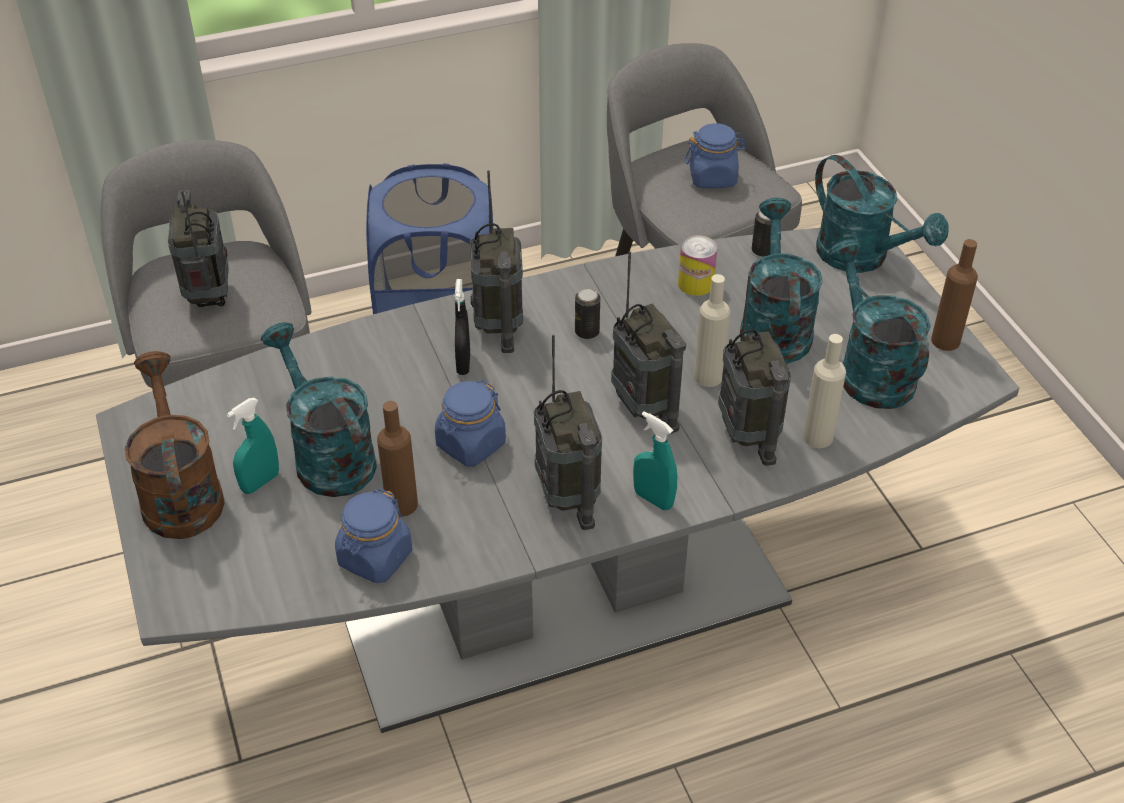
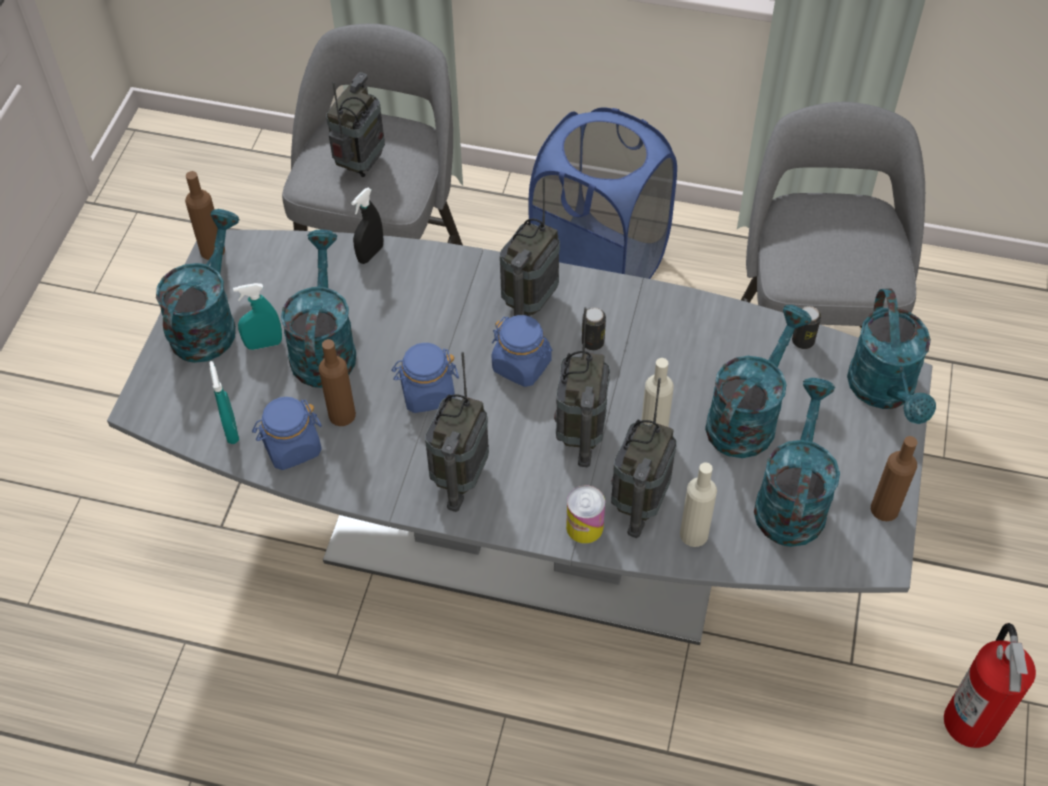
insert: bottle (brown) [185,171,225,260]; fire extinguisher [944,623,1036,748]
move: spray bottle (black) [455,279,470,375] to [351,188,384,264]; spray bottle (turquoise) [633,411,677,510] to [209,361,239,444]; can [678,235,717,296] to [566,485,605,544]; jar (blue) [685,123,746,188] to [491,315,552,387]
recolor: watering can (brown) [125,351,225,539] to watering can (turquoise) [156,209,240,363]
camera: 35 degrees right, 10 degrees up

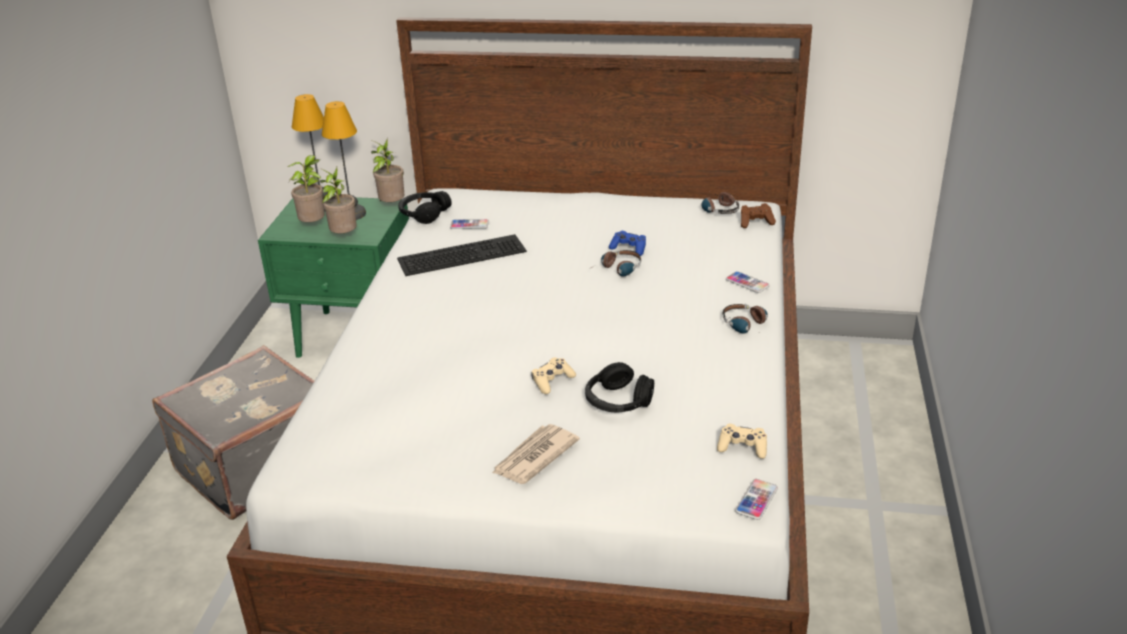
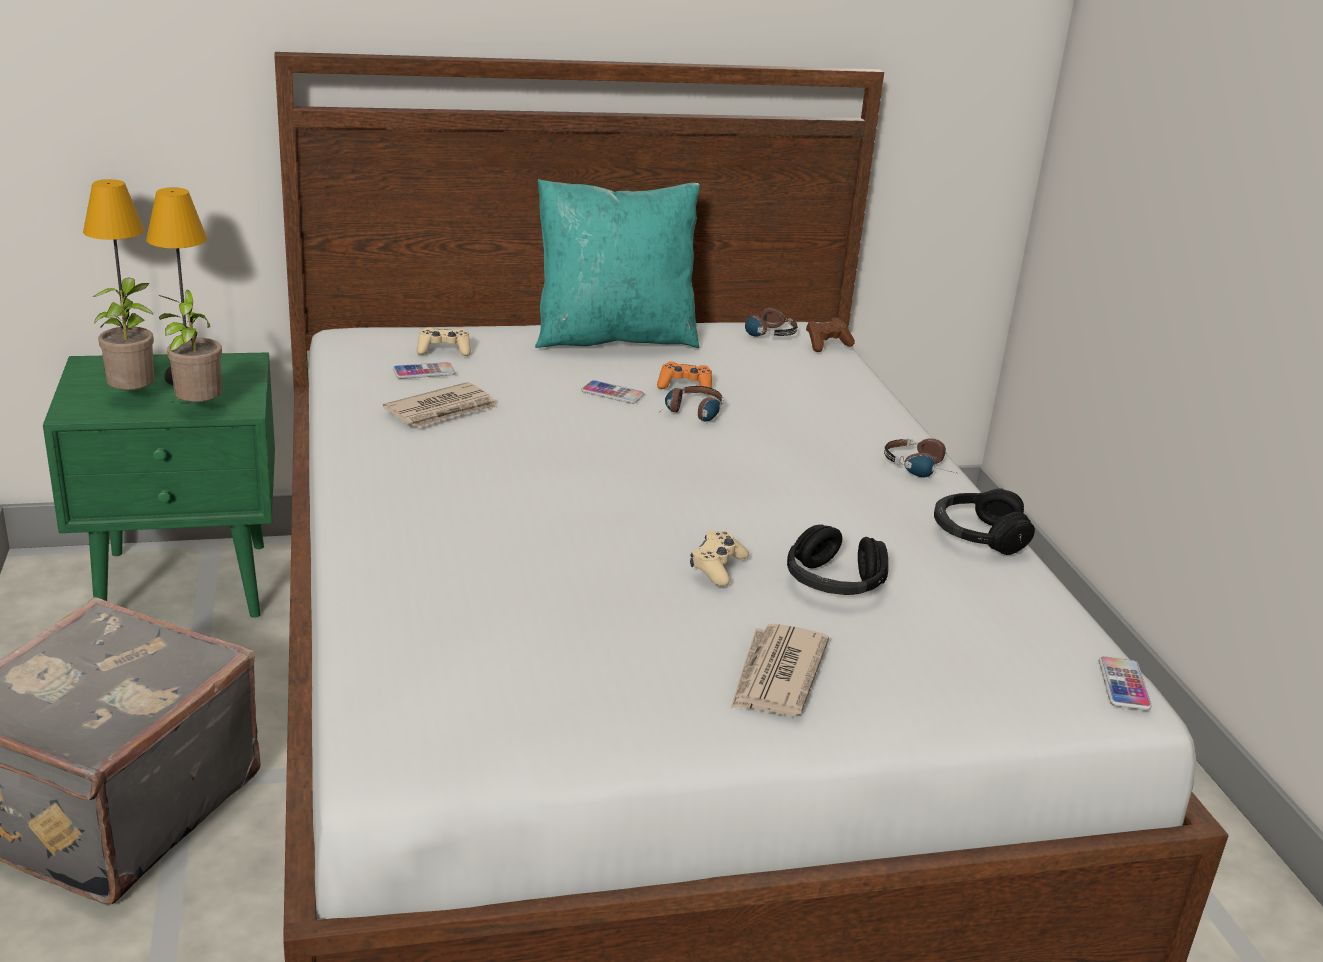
delete: potted plant [371,138,404,202]
insert: pillow (turquoise) [535,179,700,348]
move: headphones (black) [398,191,452,224] to [934,488,1035,555]; game controller (beige) [717,424,767,459] to [417,328,471,356]; phone [726,271,770,293] to [581,380,644,404]
replace: keyboard [397,234,527,276] to newspaper [383,382,498,428]
recolor: game controller (blue) [609,231,646,256] to game controller (orange) [657,361,712,389]
camera: 25 degrees left, 5 degrees down

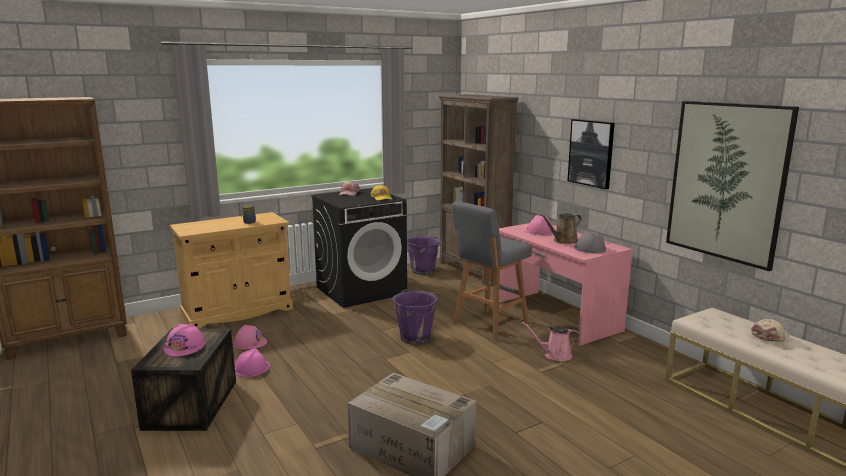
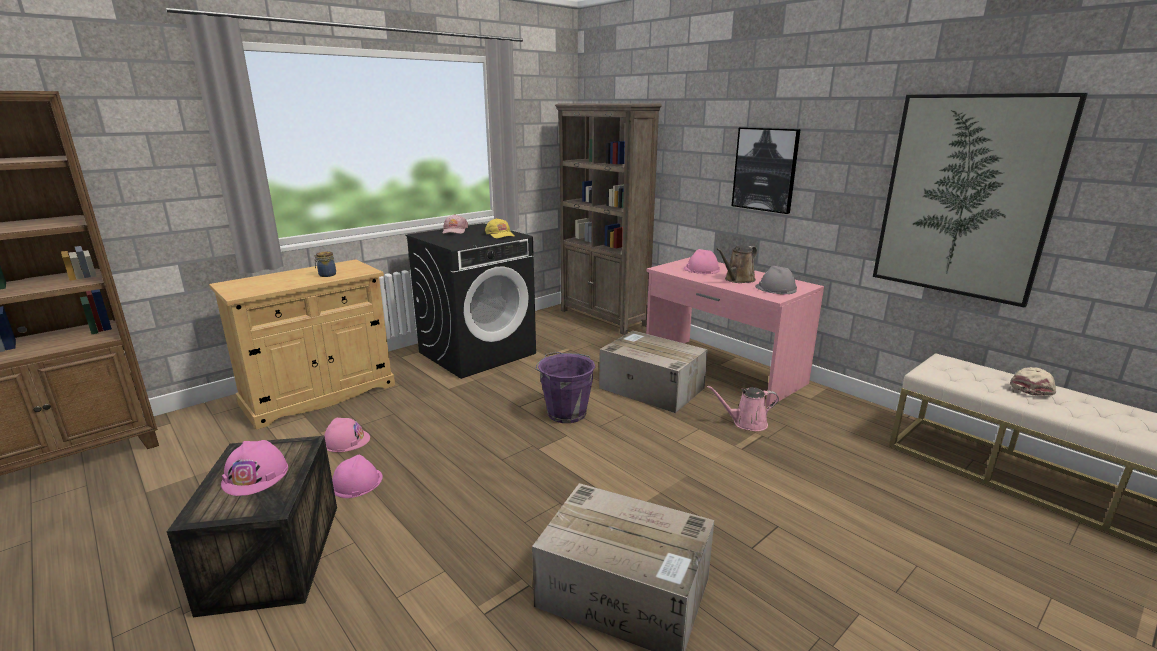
delete: bucket (purple) [407,236,441,275]
replace: stool (grey) [452,202,532,340] to cardboard box [599,331,708,413]
camera: 10 degrees left, 5 degrees up

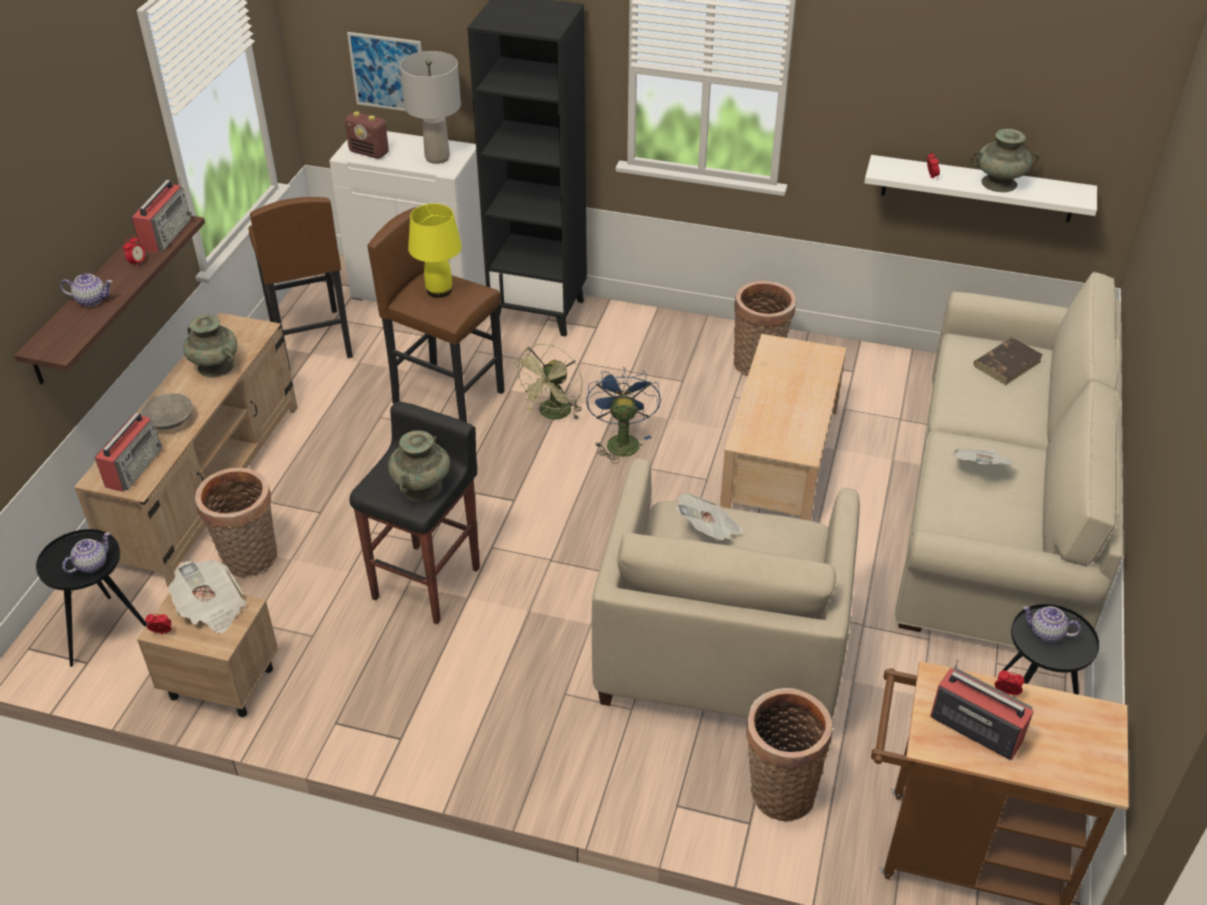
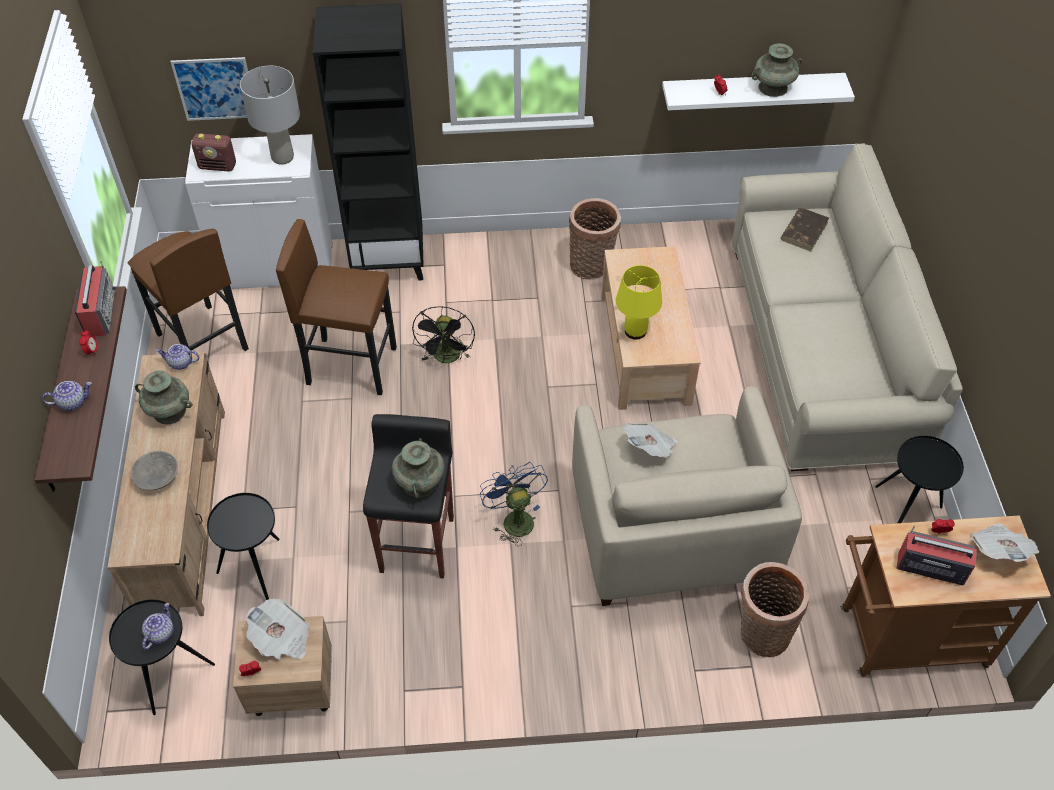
delete: radio [95,411,162,492]
move: table lamp (yellow) [408,204,462,298] to [616,265,662,340]; fan (blue) [586,367,661,464] to [480,462,548,546]; newspaper [952,448,1015,465] to [971,523,1039,562]; teapot [1023,606,1081,642] to [156,344,199,370]
replace: basket [195,467,277,577] to side table (black) [207,493,279,600]
recolor: fan (green) [513,343,583,420] to fan (black) [412,306,475,363]
camera: 20 degrees left, 10 degrees up

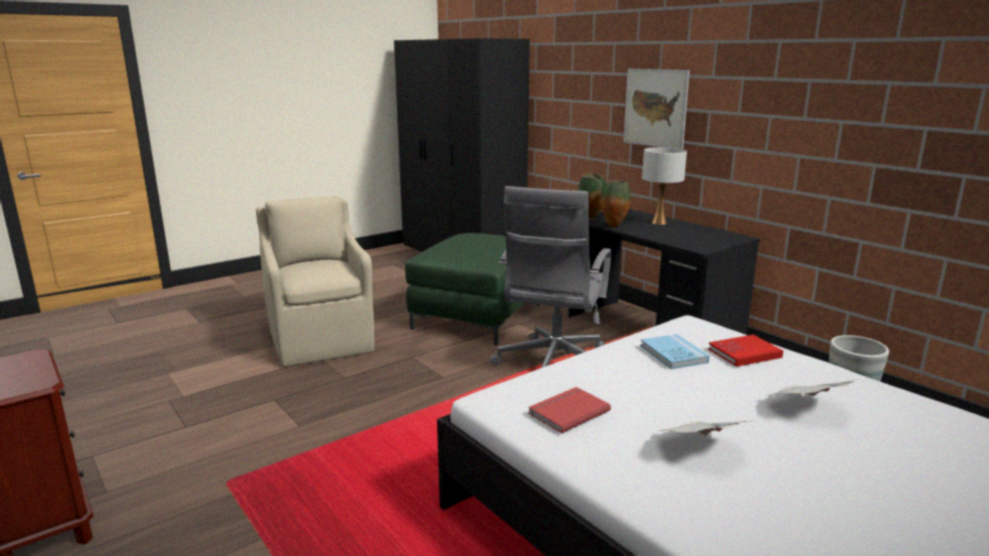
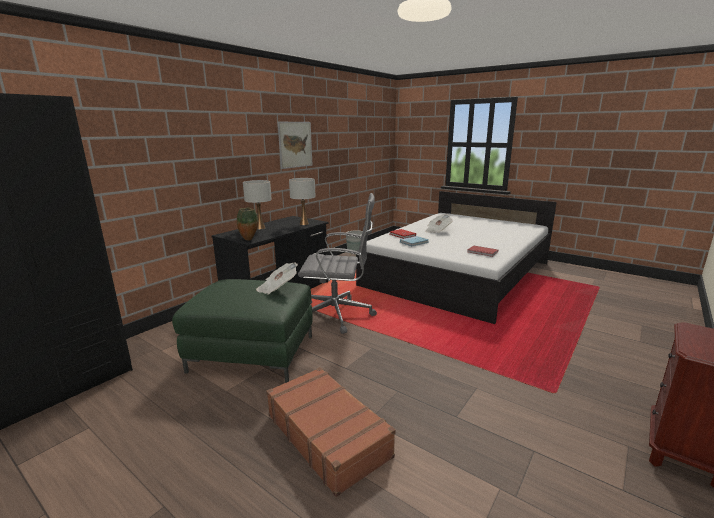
delete: vase [600,180,631,228]
insert: table lamp (white) [289,178,316,225]
move: picture [623,69,690,149] to [278,122,313,169]; newspaper [655,421,747,435] to [256,263,298,295]
replace: armchair (beige) [256,196,374,367] to suitcase (brown) [266,367,396,497]
camera: 105 degrees left, 0 degrees up

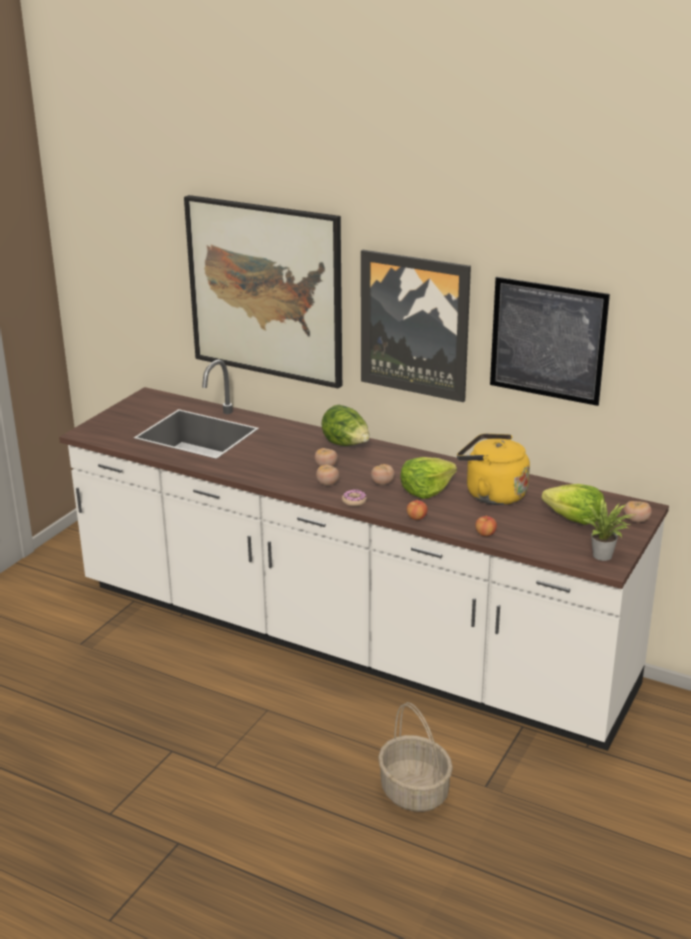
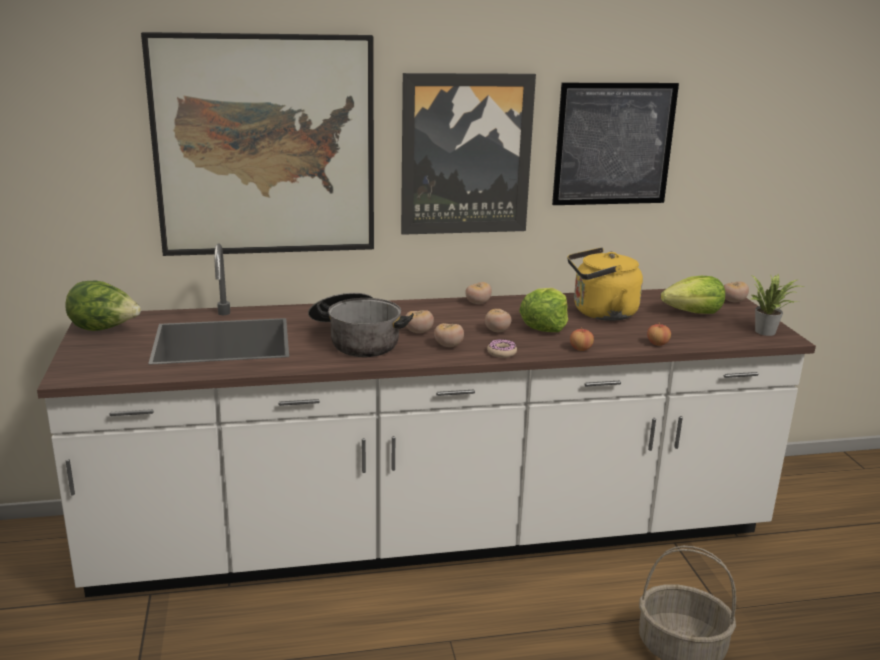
insert: cooking pot [308,293,414,357]; tomato [465,282,492,304]
move: lettuce [321,405,370,446] to [65,281,141,331]
camera: 40 degrees left, 5 degrees down

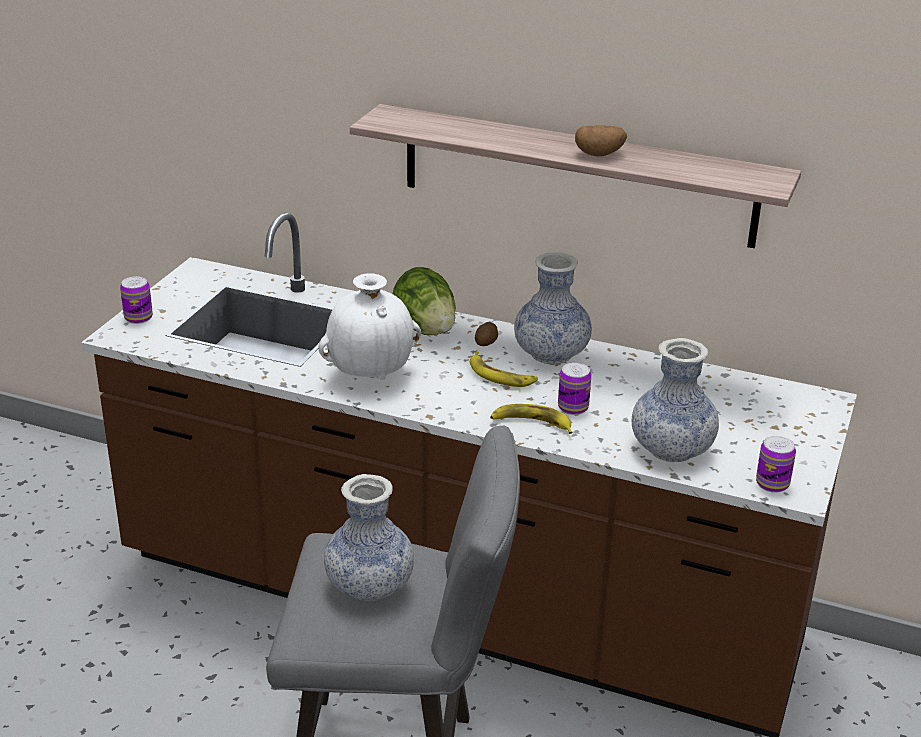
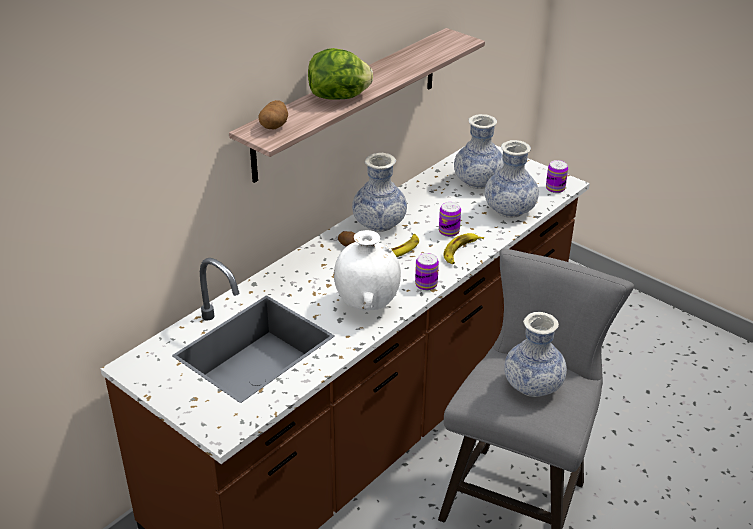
insert: vase [454,114,504,189]
move: can [120,276,153,324] to [415,253,439,291]; lettuce [393,267,456,335] to [308,48,373,100]; potato [575,125,627,156] to [259,100,288,129]
camera: 70 degrees left, 5 degrees up

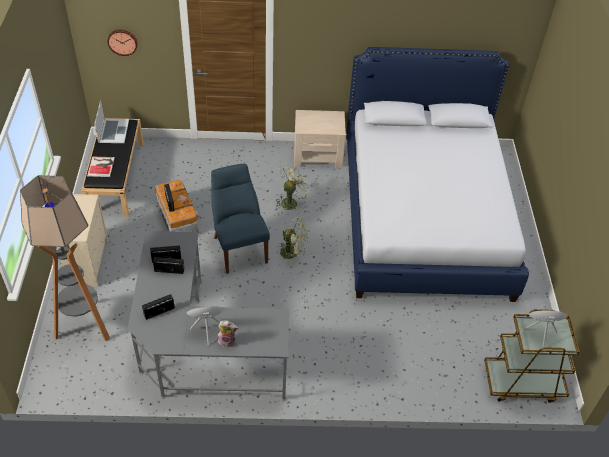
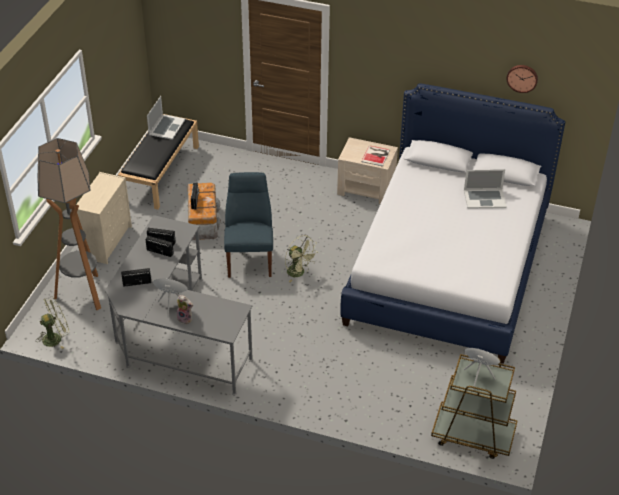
insert: laptop [464,169,507,209]
move: book [87,156,115,177] to [361,145,390,167]; wall clock [108,29,138,56] to [507,65,538,93]; fan (green) [276,165,311,210] to [36,296,69,349]
camera: 20 degrees right, 5 degrees down

